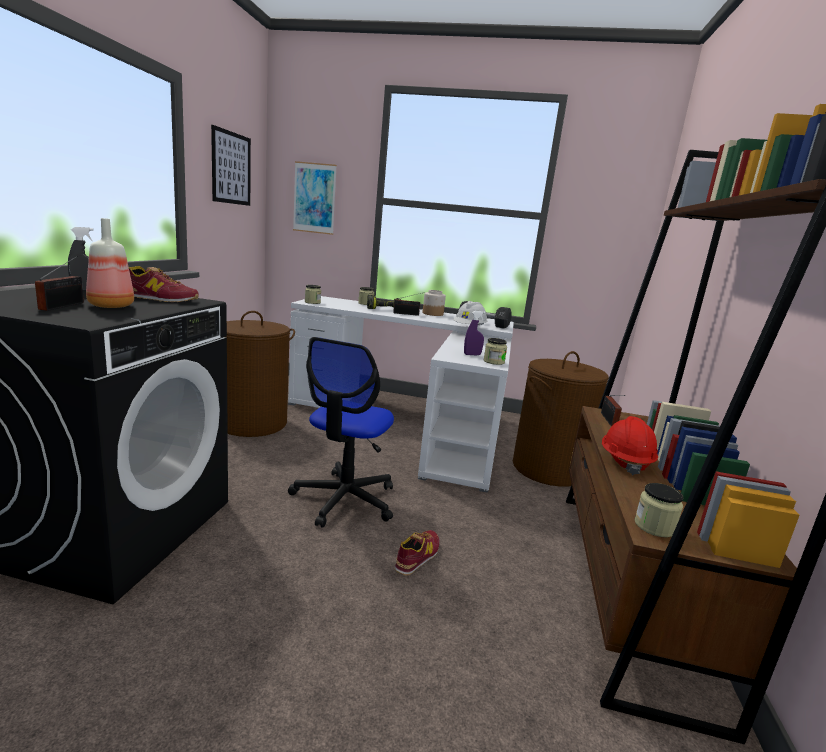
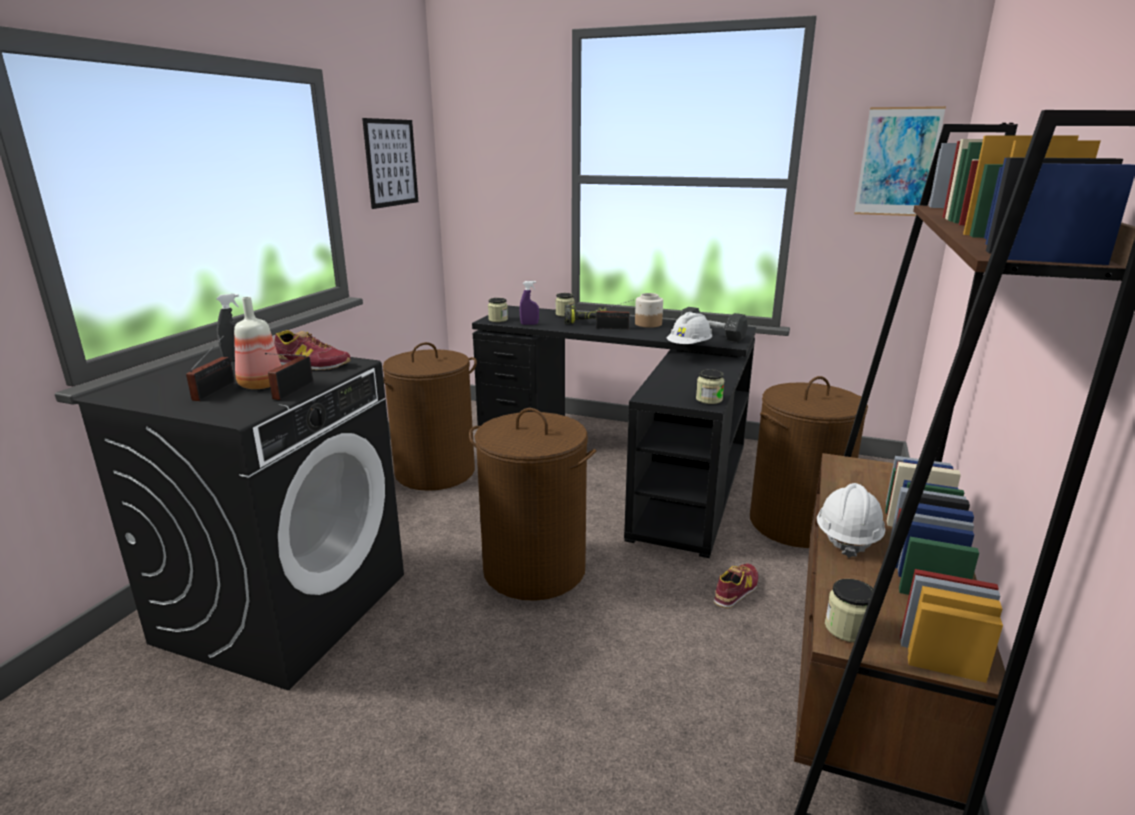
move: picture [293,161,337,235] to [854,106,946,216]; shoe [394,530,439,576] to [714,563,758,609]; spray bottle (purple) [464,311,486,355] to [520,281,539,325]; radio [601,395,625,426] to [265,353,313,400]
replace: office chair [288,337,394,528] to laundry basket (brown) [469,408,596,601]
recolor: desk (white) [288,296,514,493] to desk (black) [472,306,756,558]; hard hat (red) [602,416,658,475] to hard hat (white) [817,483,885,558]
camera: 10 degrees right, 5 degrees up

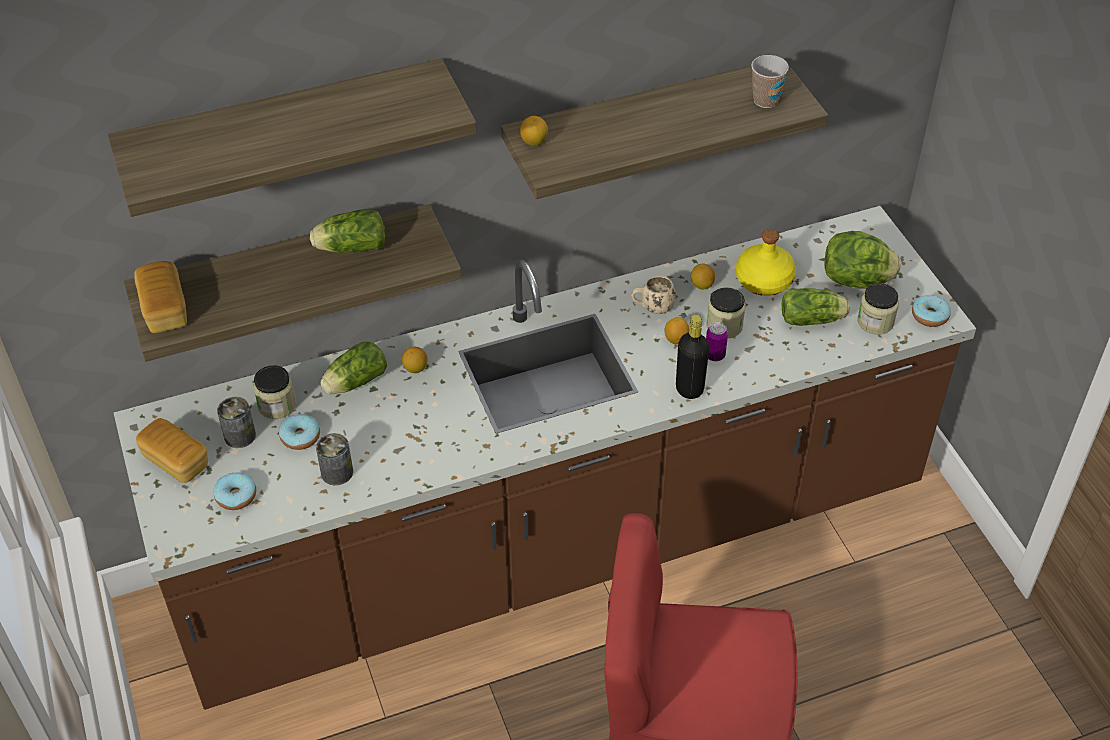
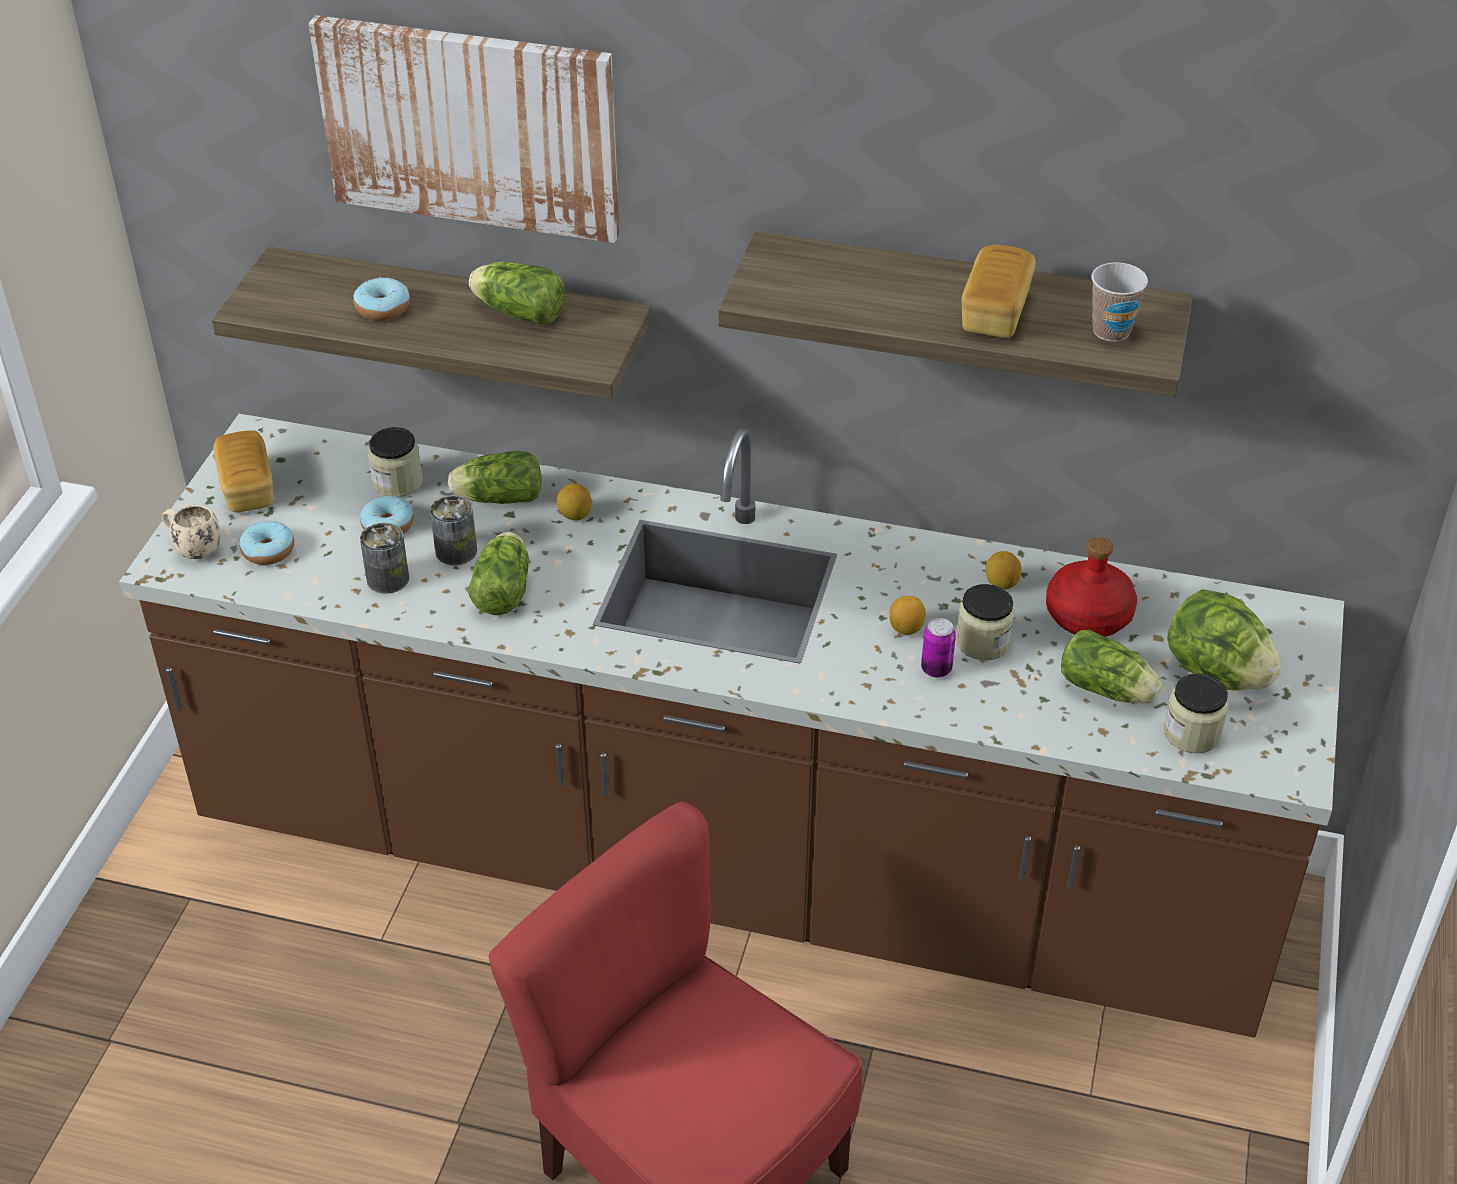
delete: lemon [520,116,548,146]; bottle (black) [676,315,709,399]
insert: lettuce [468,532,529,615]
move: bread [134,261,187,333] to [962,245,1036,338]; can [217,397,256,448] to [430,495,477,565]; mug (beige) [631,276,676,314] to [162,505,220,559]; donut [912,295,951,327] to [354,277,410,321]
replace: shelf [108,58,477,217] to picture [308,15,619,243]
recolor: bottle (yellow) [736,229,796,296] to bottle (red) [1046,537,1137,637]
camera: 35 degrees right, 5 degrees down

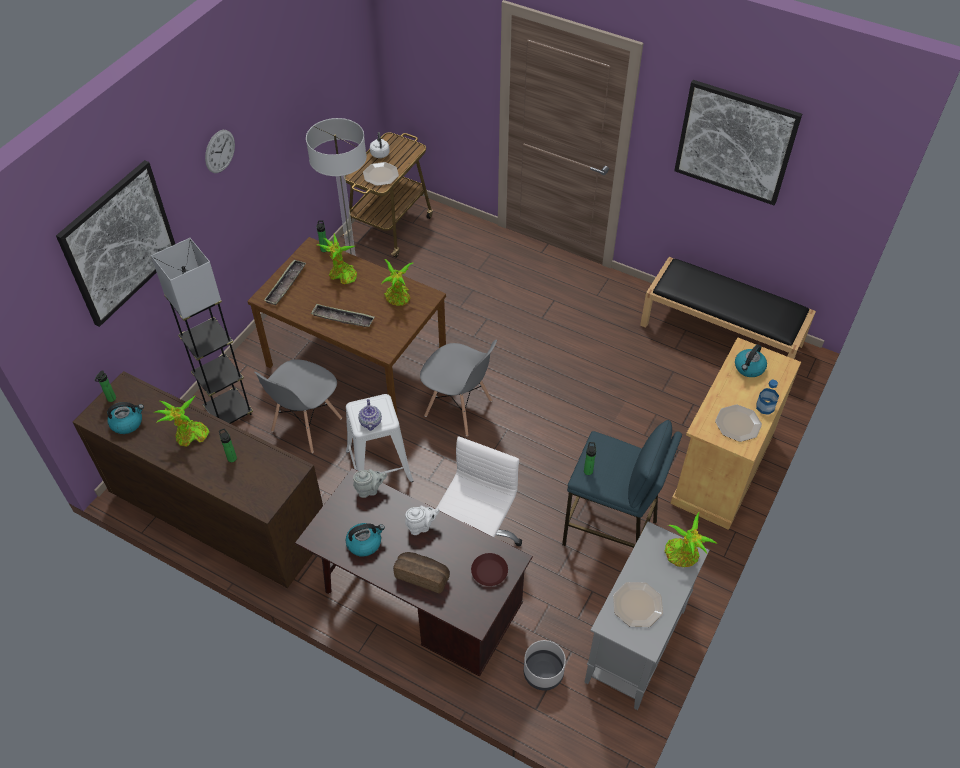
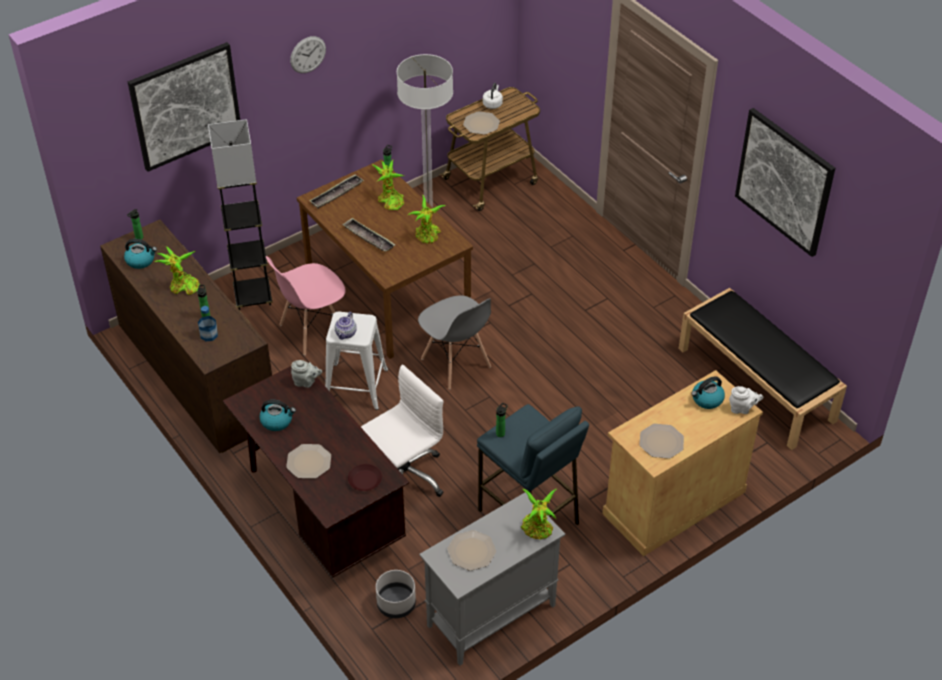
move: teapot (white) [405,505,440,535] to [729,386,763,414]; bottle [756,380,779,415] to [198,306,218,341]
replace: bread [393,552,450,594] to plate [286,444,331,479]
recolor: chair (grey) [254,359,342,453] to chair (pink) [266,256,346,356]
camera: 25 degrees right, 5 degrees down

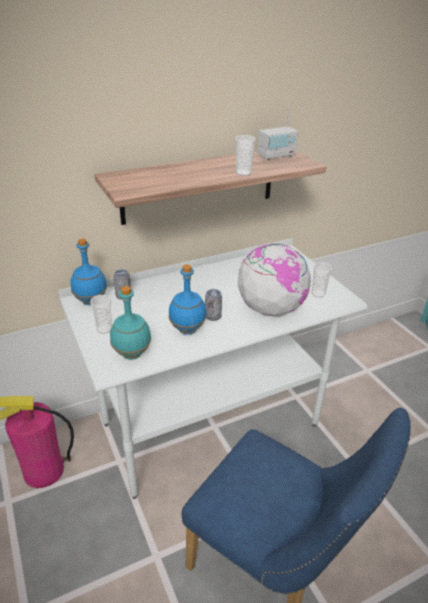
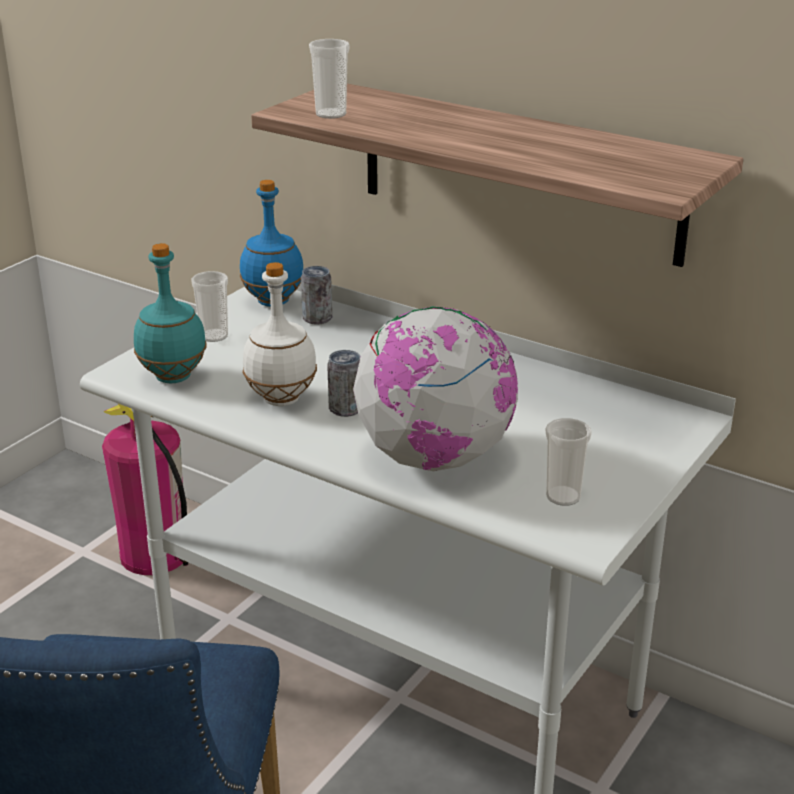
delete: radio [257,108,298,160]
move: cup [235,135,256,176] to [309,39,350,119]
recolor: bottle (blue) [169,264,207,335] to bottle (white) [243,262,317,406]
camera: 60 degrees right, 5 degrees down

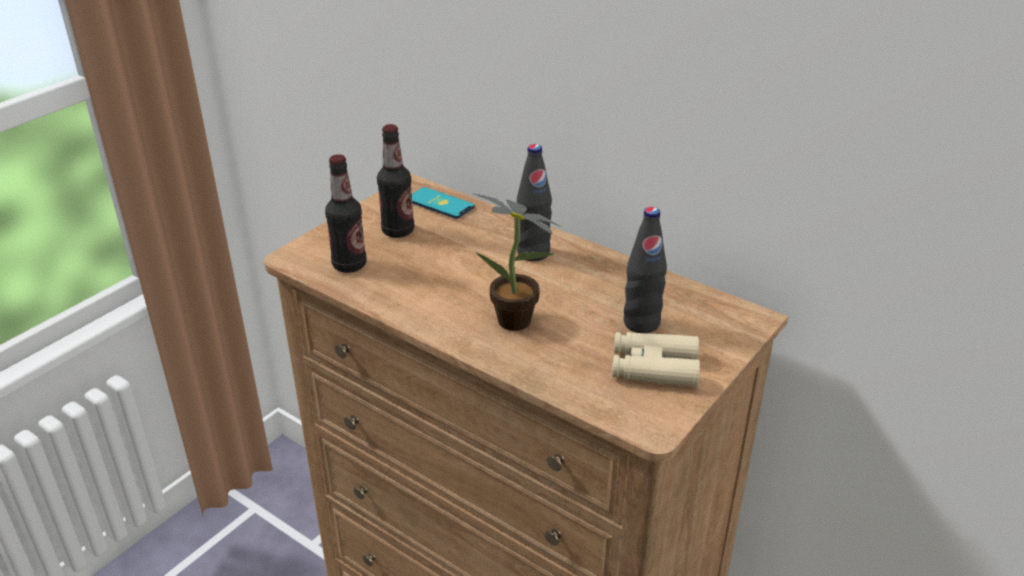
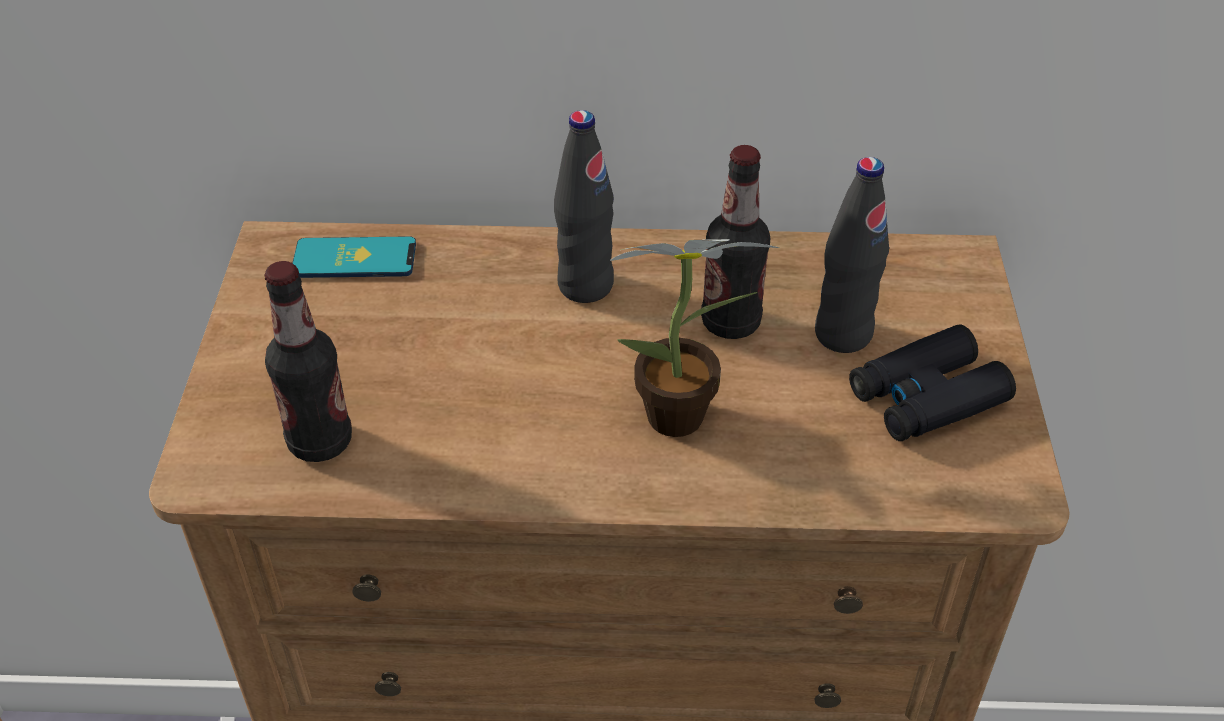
move: bottle [377,124,414,238] to [701,145,770,339]
recolor: binoculars (beige) [612,332,700,387] to binoculars (black) [849,324,1016,441]
camera: 35 degrees left, 10 degrees up

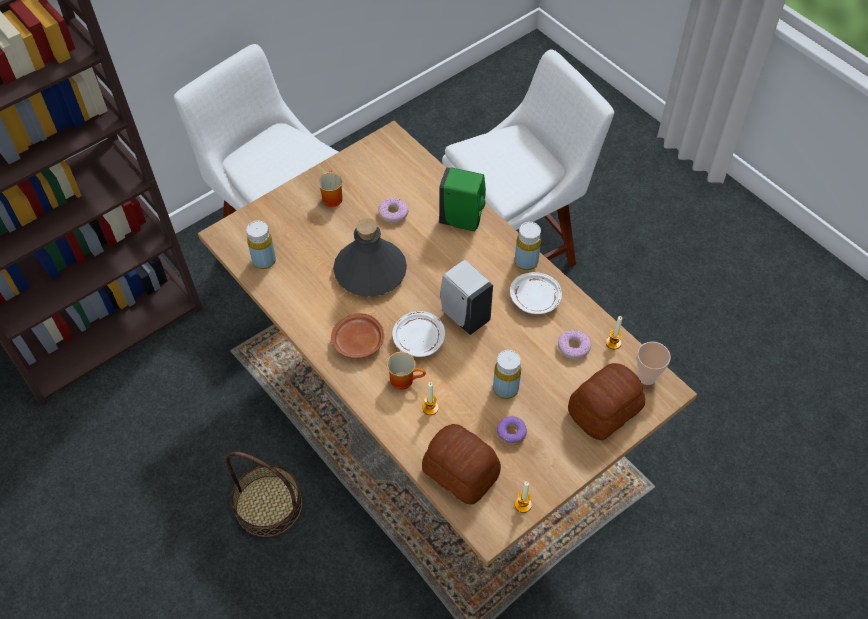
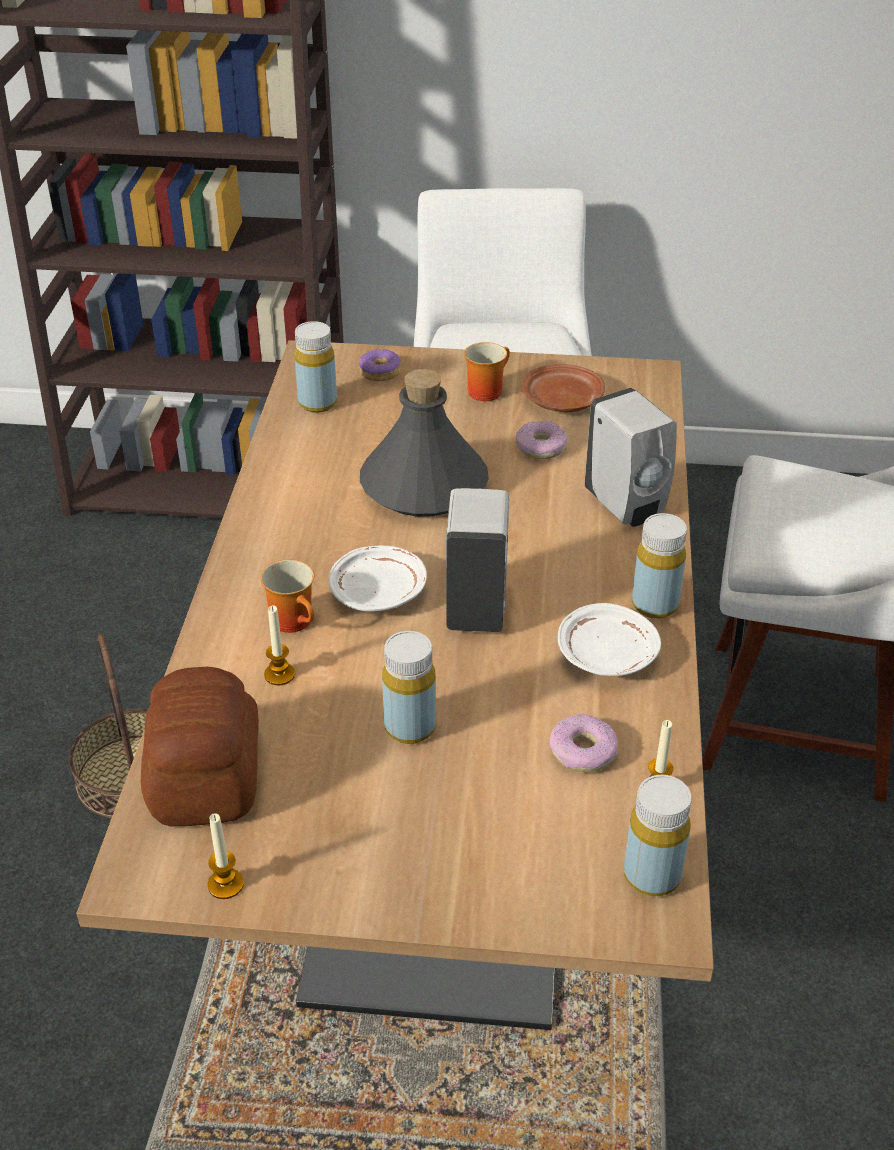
delete: bread [568,363,645,440]
move: plate (brown) [331,313,384,358] to [522,364,605,412]; donut [497,416,527,446] to [359,349,401,381]
replace: cup [637,342,671,385] to bottle (yellow) [624,775,692,896]
recolor: soap dispenser (green) [439,167,486,231] to soap dispenser (white) [584,388,677,527]
camera: 45 degrees right, 15 degrees down

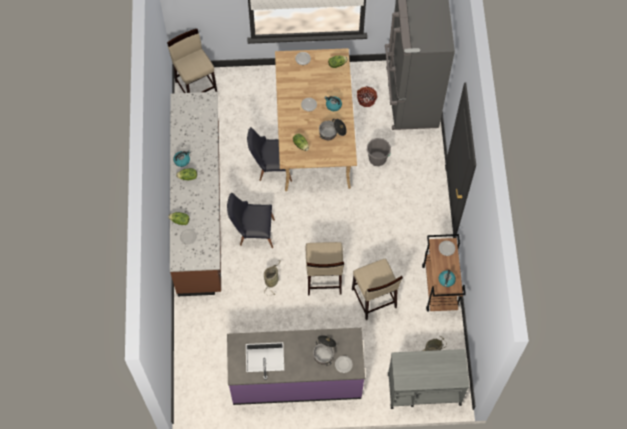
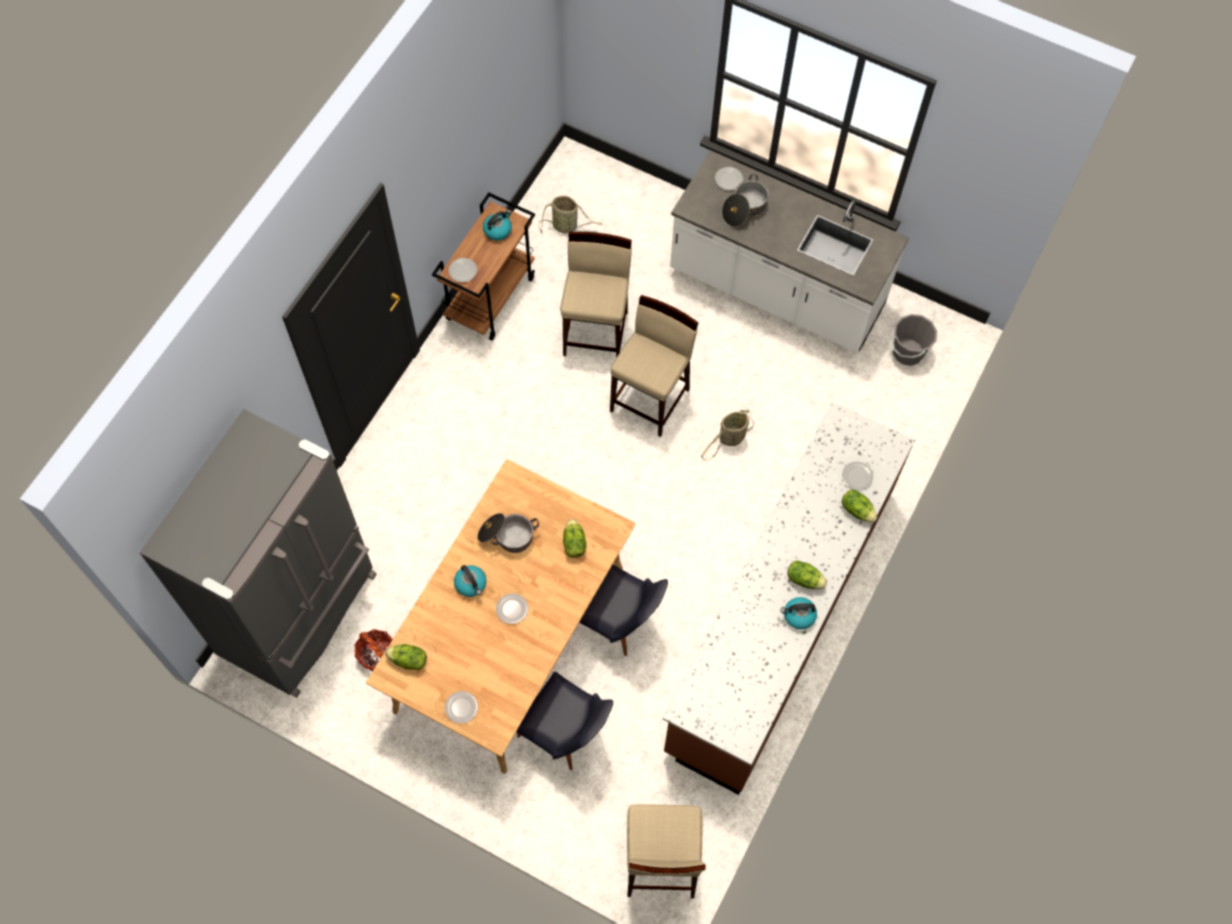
delete: cart (grey) [388,349,470,409]
move: chair (black) [227,193,275,248] to [516,672,613,770]; bucket (grey) [367,138,391,166] to [891,314,937,366]
recolor: counter (purple) [227,328,365,405] to counter (white) [670,150,909,353]
camera: 150 degrees left, 0 degrees up

